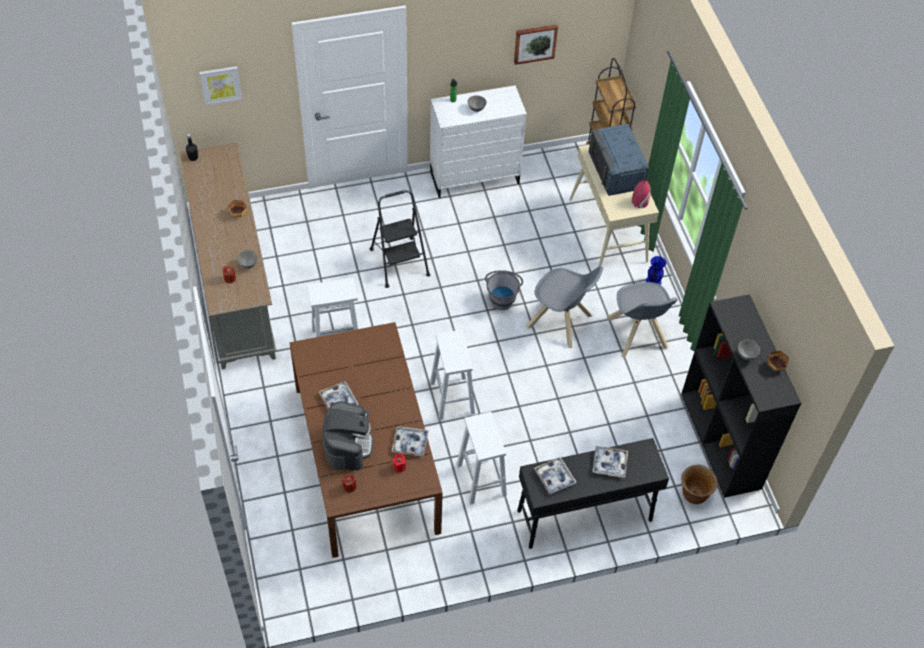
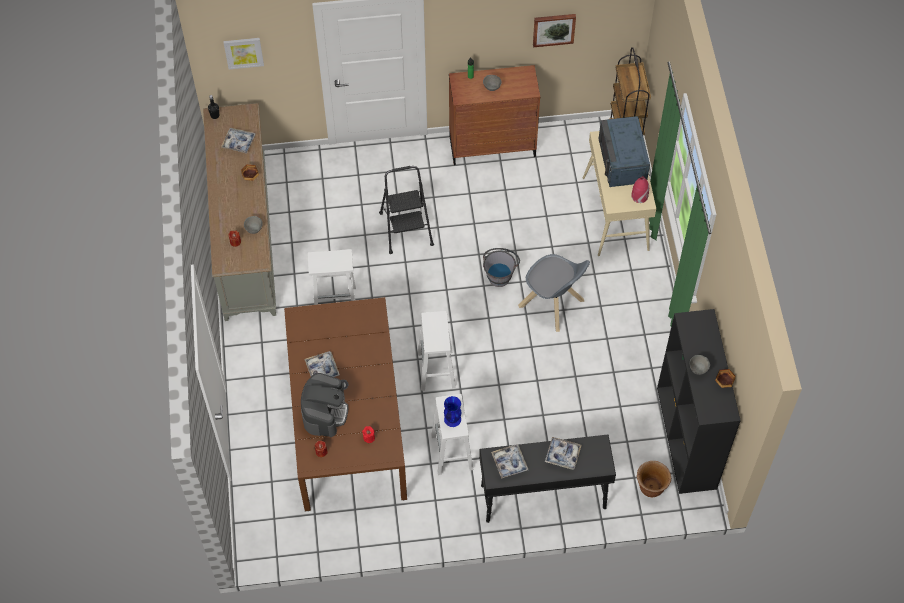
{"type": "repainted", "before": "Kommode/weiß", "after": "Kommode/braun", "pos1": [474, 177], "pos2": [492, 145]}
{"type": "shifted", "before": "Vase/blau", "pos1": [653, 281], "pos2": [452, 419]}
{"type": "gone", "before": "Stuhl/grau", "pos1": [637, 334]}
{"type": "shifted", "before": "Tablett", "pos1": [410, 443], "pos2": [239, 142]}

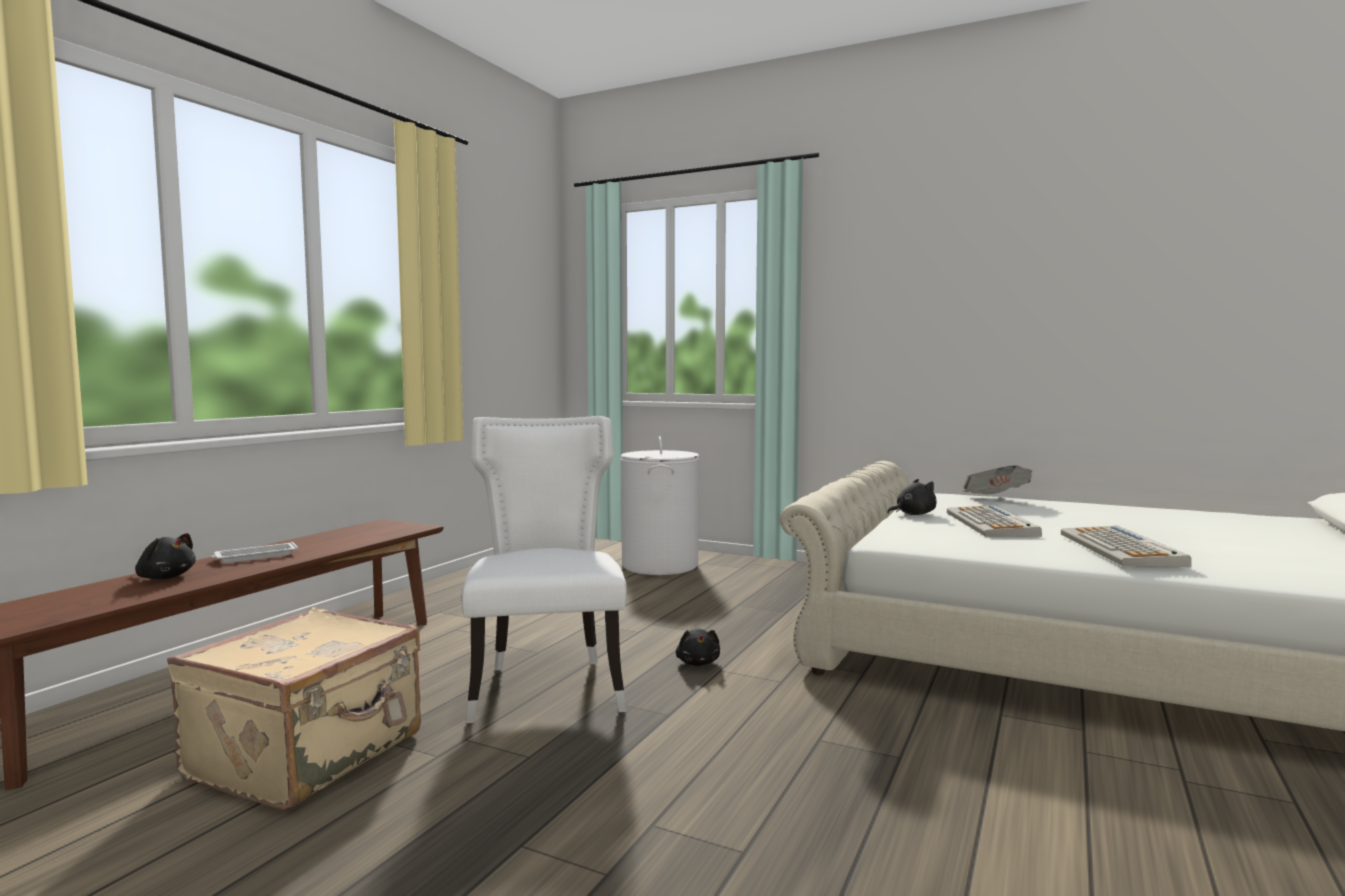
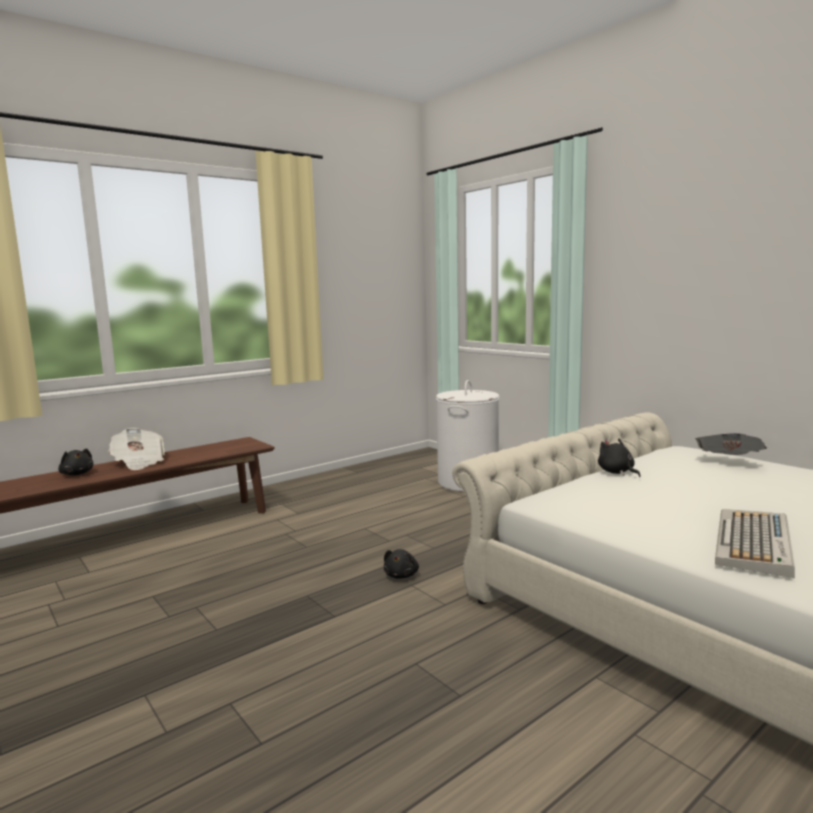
{"type": "gone", "before": "Stuhl/weiß", "pos1": [547, 687]}
{"type": "rotated", "before": "Plüschtier/schwarz", "pos1": [913, 514], "pos2": [617, 472], "turn": -120}
{"type": "gone", "before": "Tastatur", "pos1": [992, 524]}
{"type": "swapped", "before": "Tablett/weiß", "after": "Zeitung", "pos1": [255, 557], "pos2": [139, 463]}
{"type": "gone", "before": "Koffer/beige", "pos1": [310, 756]}

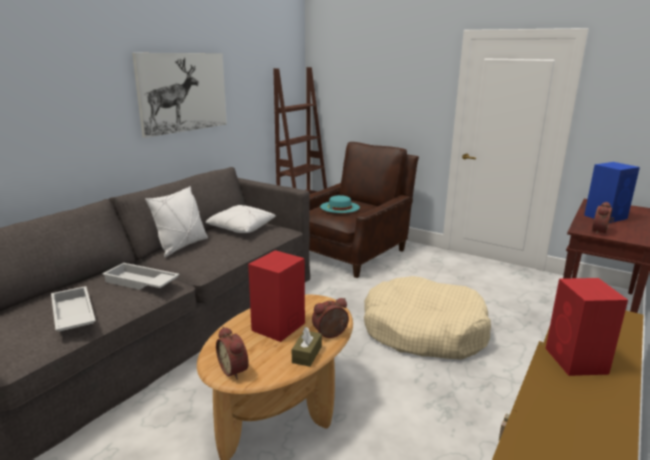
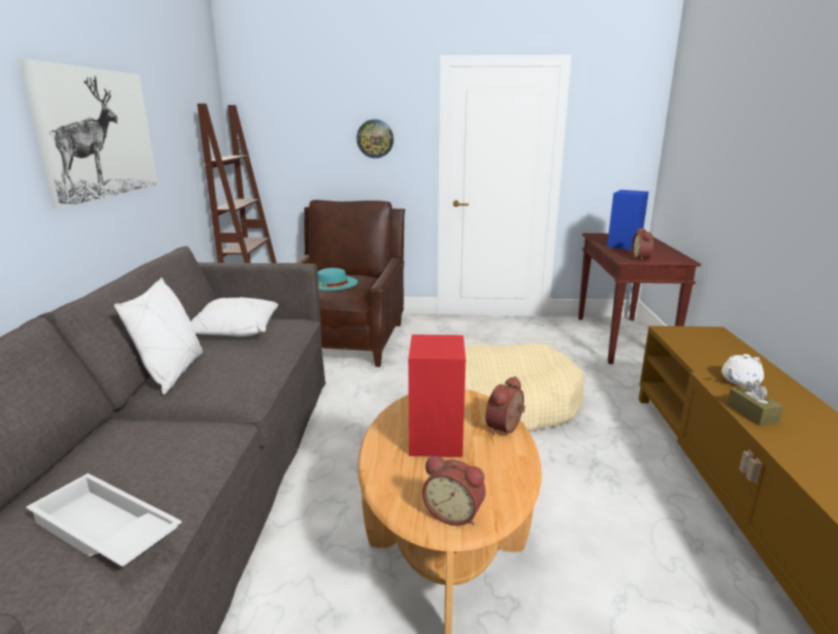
{"type": "gone", "before": "Tablett/weiß", "pos1": [140, 283]}
{"type": "swapped", "before": "Lautsprecher/rot", "after": "Teekanne/weiß", "pos1": [576, 361], "pos2": [739, 381]}
{"type": "shifted", "before": "Taschentuchbox/braun", "pos1": [307, 354], "pos2": [752, 413]}
{"type": "new", "after": "Wanduhr", "pos2": [375, 139]}

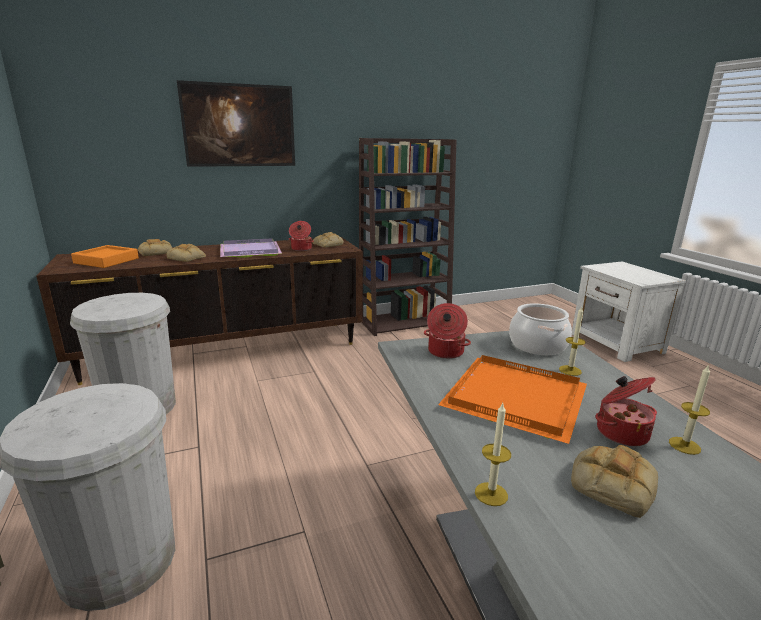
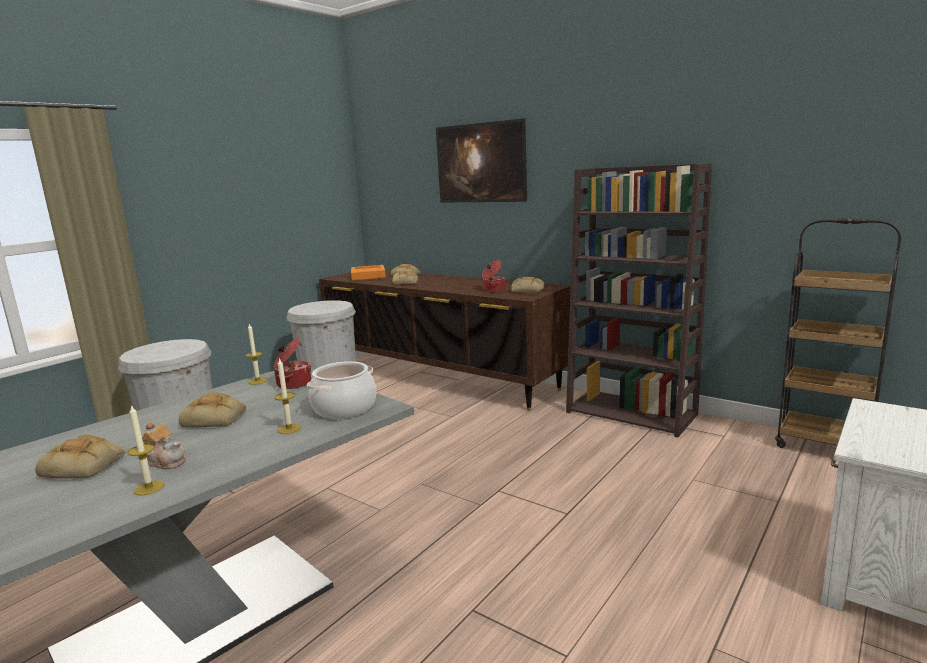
{"type": "gone", "before": "Tablett/lila", "pos1": [249, 251]}
{"type": "swapped", "before": "Tablett/orange", "after": "Brot", "pos1": [513, 397], "pos2": [216, 418]}
{"type": "swapped", "before": "Kochtopf", "after": "Teekanne", "pos1": [621, 432], "pos2": [166, 461]}
{"type": "shifted", "before": "Kerze", "pos1": [491, 494], "pos2": [258, 381]}
{"type": "new", "after": "Rollwagen/braun", "pos2": [824, 448]}

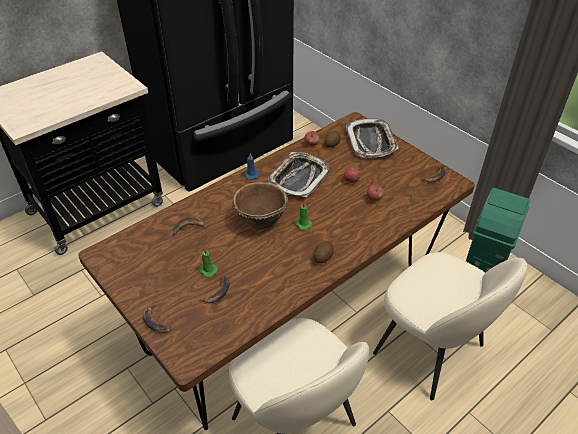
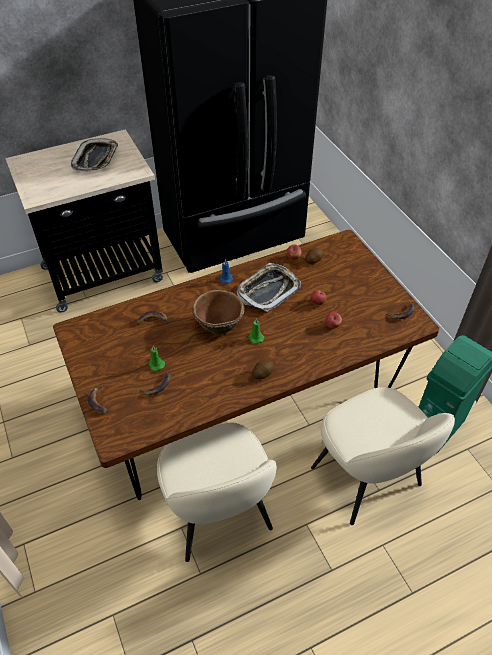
{"type": "shifted", "before": "Tablett", "pos1": [371, 142], "pos2": [96, 159]}

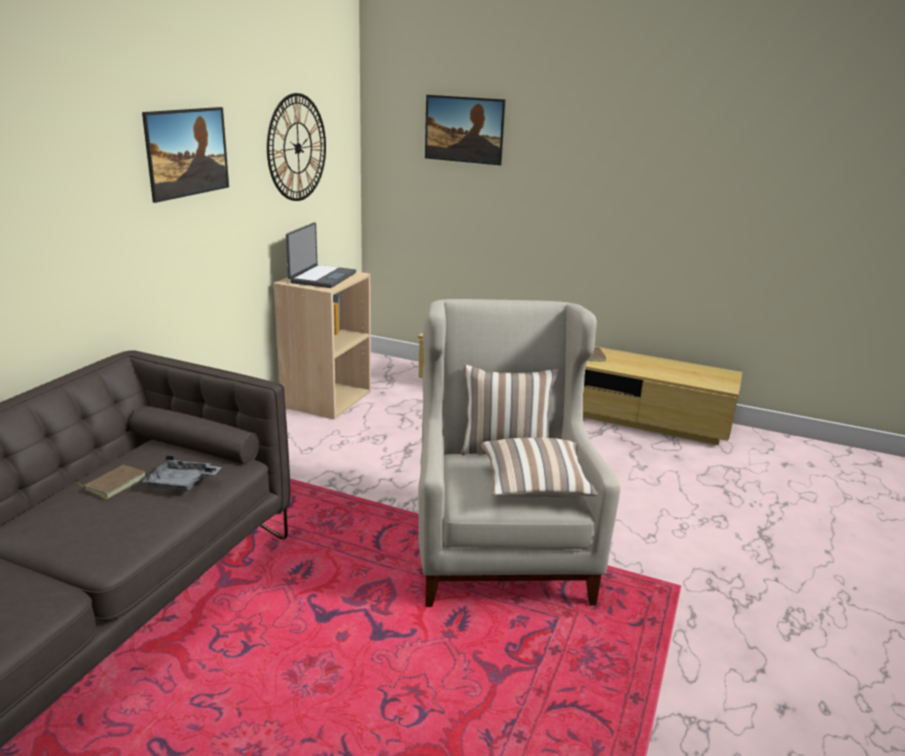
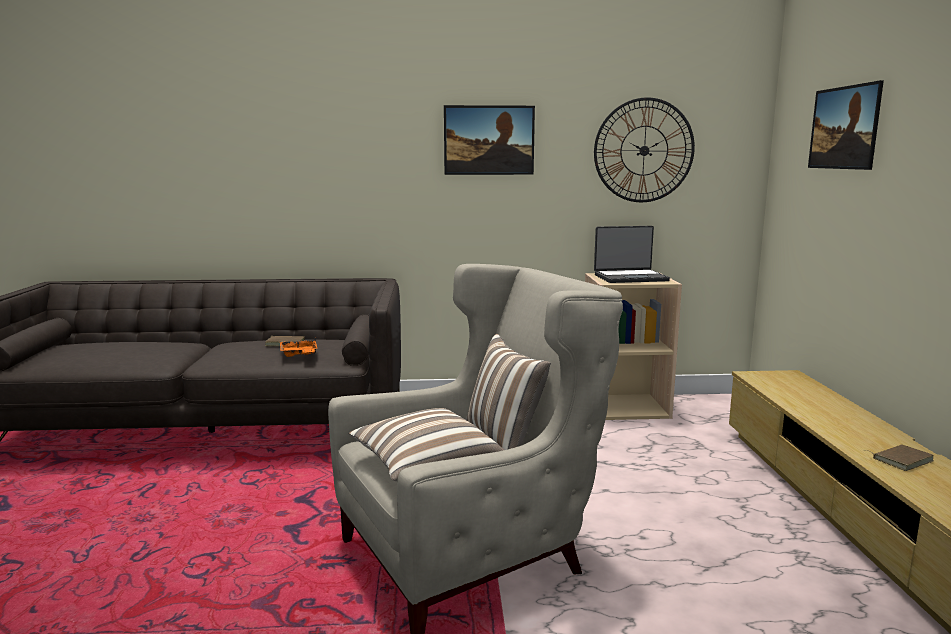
{"type": "repainted", "before": "Tablett/grau", "after": "Tablett/orange", "pos1": [181, 483], "pos2": [299, 354]}

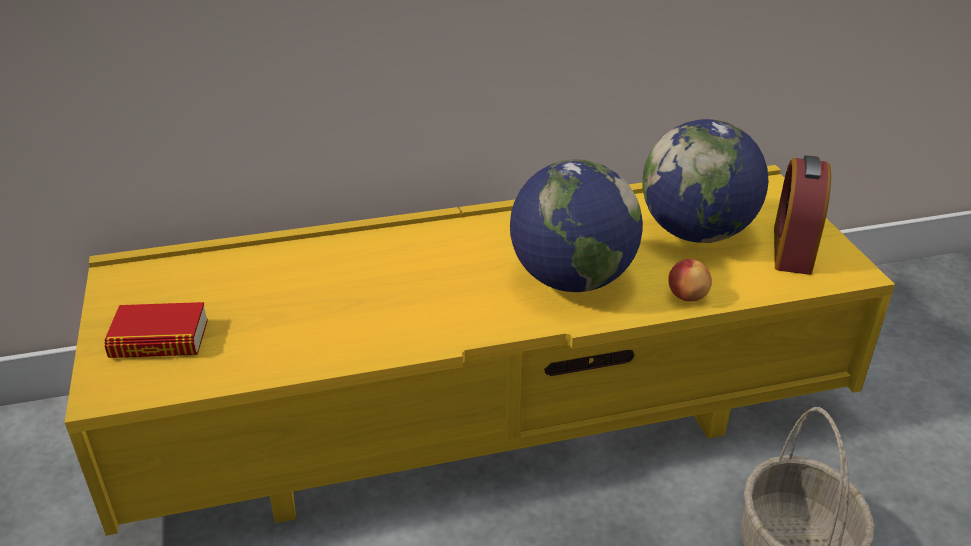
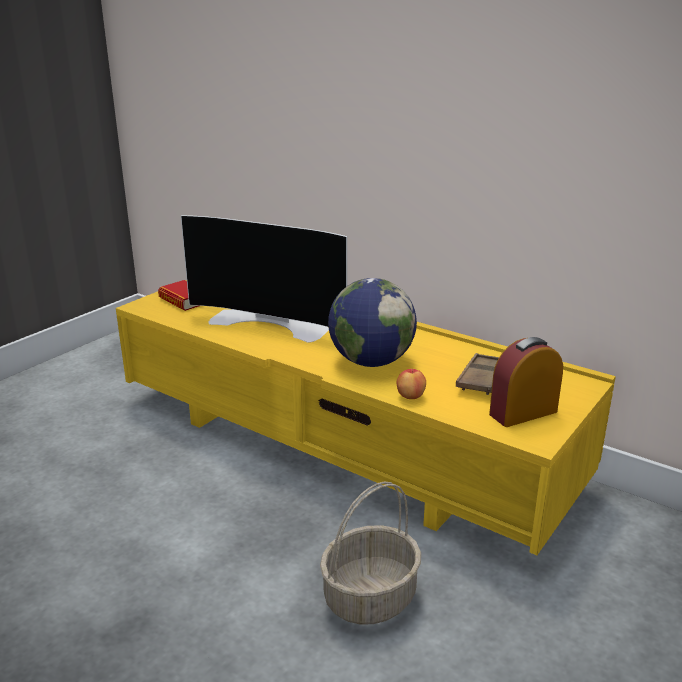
{"type": "swapped", "before": "Globus", "after": "Tablett/braun", "pos1": [696, 233], "pos2": [483, 379]}
{"type": "new", "after": "Fernseher", "pos2": [271, 322]}

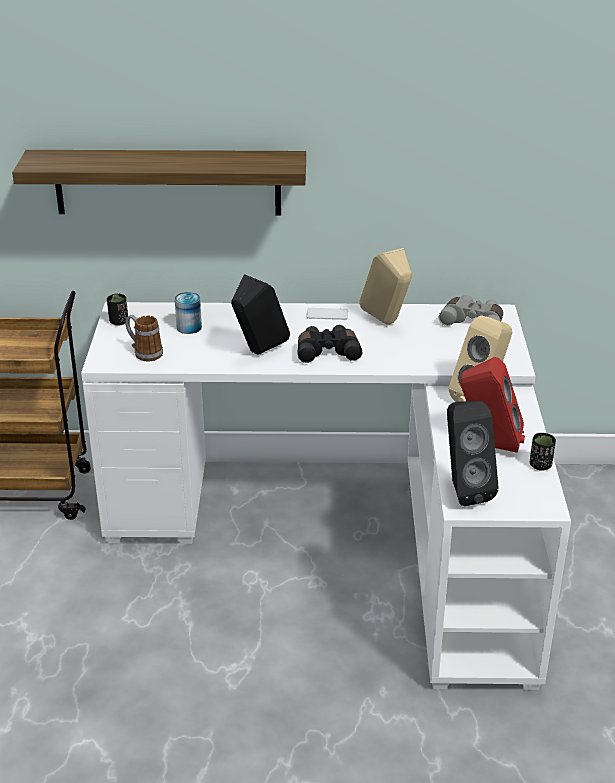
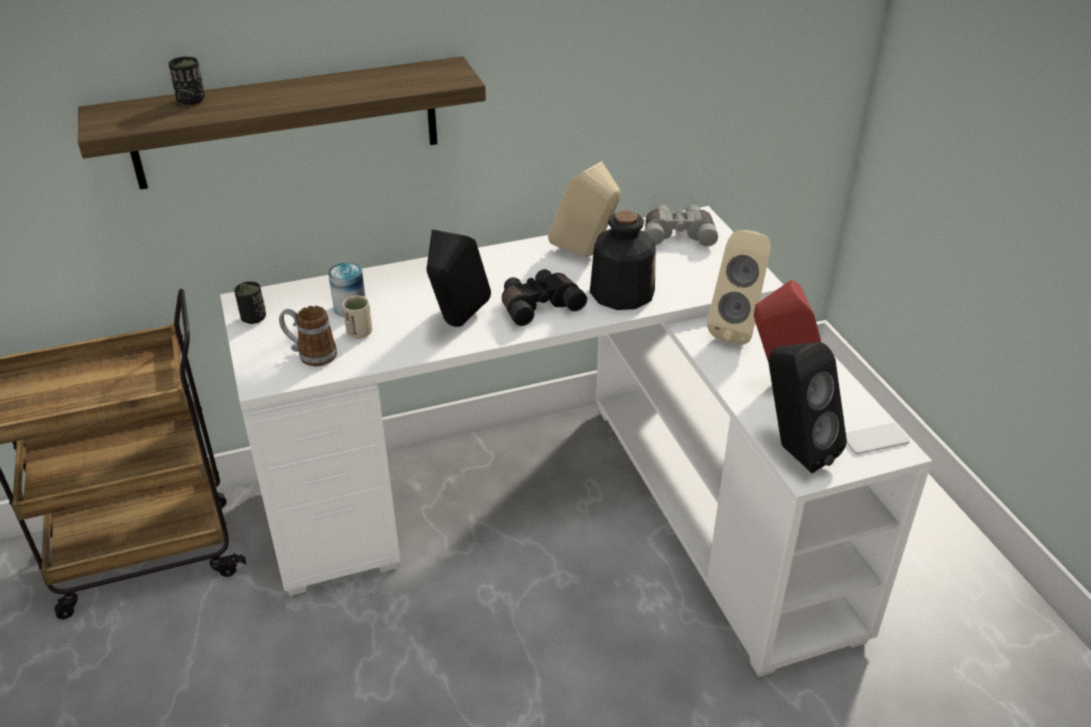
{"type": "shifted", "before": "Handy", "pos1": [327, 314], "pos2": [875, 439]}
{"type": "shifted", "before": "Tasse/schwarz", "pos1": [540, 465], "pos2": [191, 100]}
{"type": "new", "after": "Flasche", "pos2": [621, 293]}
{"type": "new", "after": "Tasse/beige", "pos2": [359, 333]}

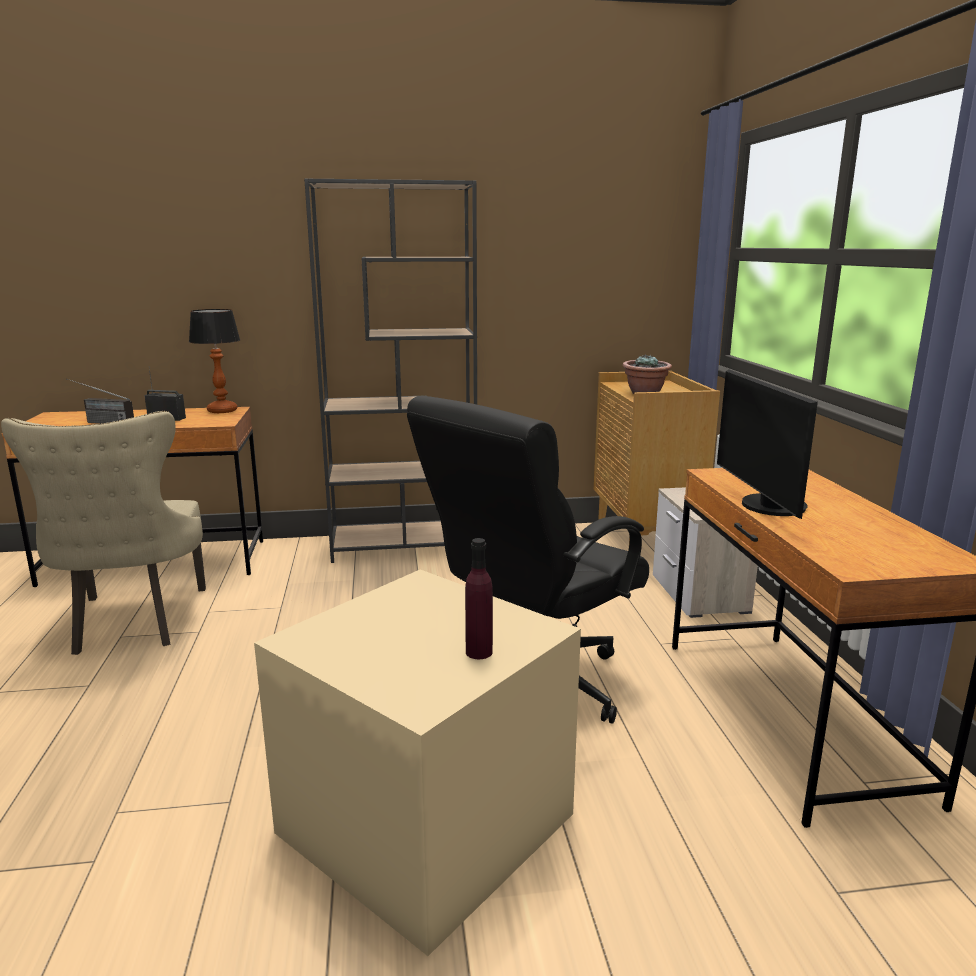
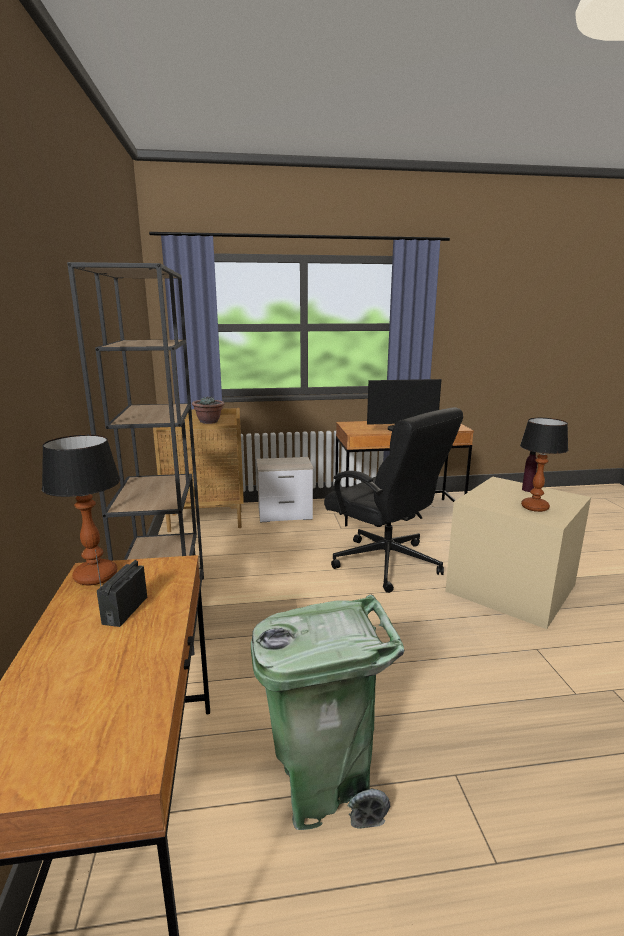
{"type": "gone", "before": "Radio", "pos1": [99, 422]}
{"type": "swapped", "before": "Stuhl/beige", "after": "Mülleimer/grün", "pos1": [134, 622], "pos2": [324, 786]}
{"type": "new", "after": "Tischlampe", "pos2": [535, 507]}

